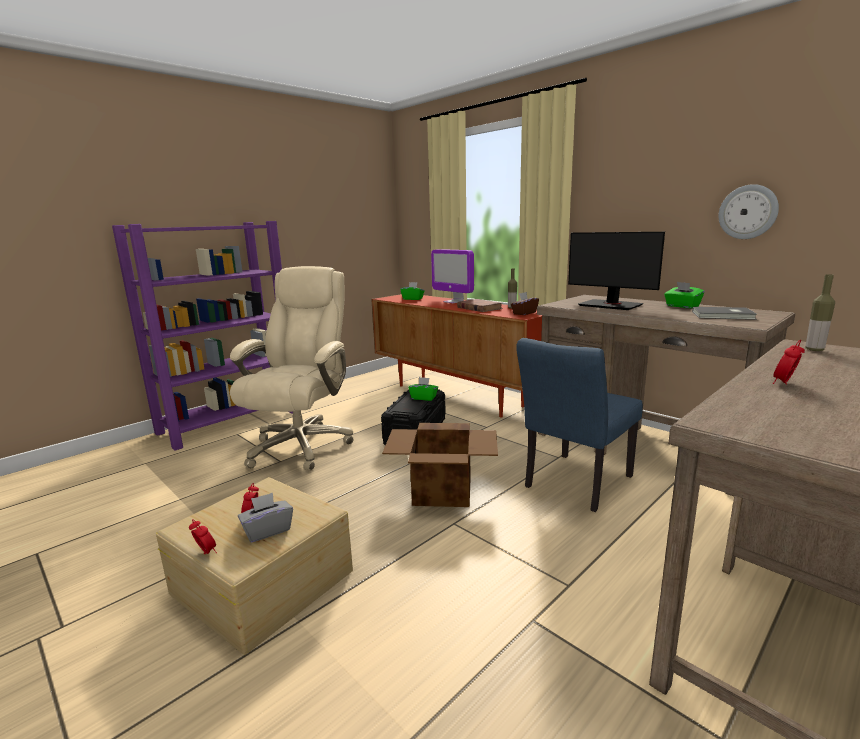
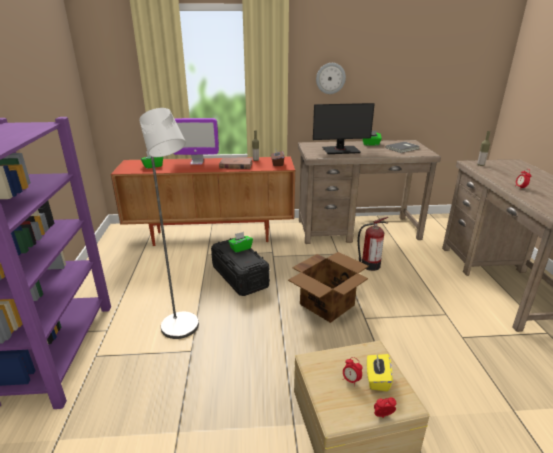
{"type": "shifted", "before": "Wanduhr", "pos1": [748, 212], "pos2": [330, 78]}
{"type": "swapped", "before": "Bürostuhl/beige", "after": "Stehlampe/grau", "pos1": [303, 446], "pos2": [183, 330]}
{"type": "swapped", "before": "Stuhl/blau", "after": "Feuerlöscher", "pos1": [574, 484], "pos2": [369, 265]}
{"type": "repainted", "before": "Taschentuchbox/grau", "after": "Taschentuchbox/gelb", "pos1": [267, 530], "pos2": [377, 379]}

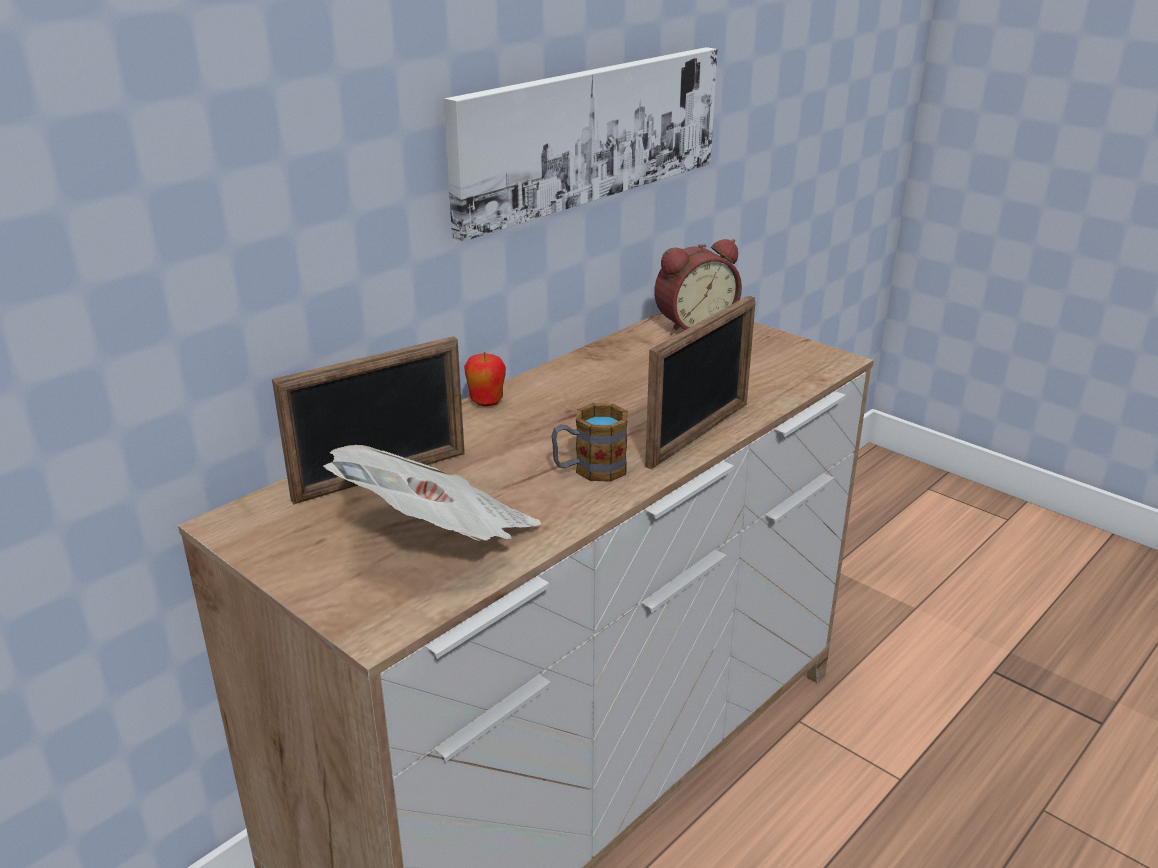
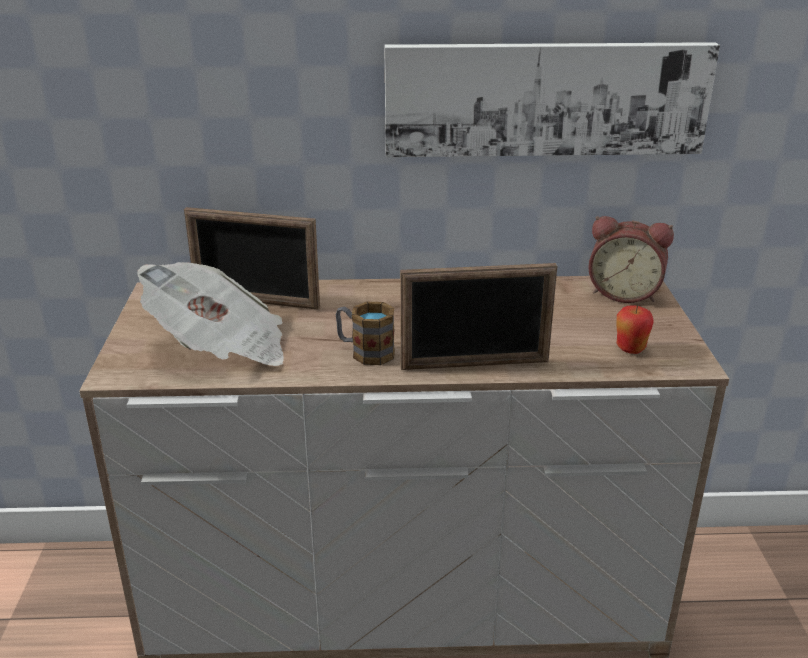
{"type": "shifted", "before": "Apfel", "pos1": [486, 402], "pos2": [630, 349]}

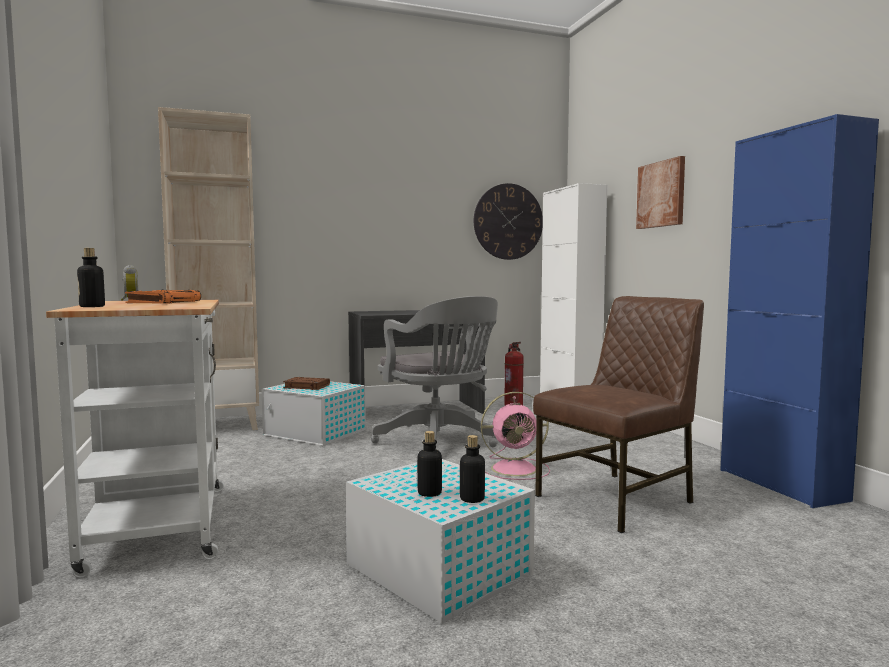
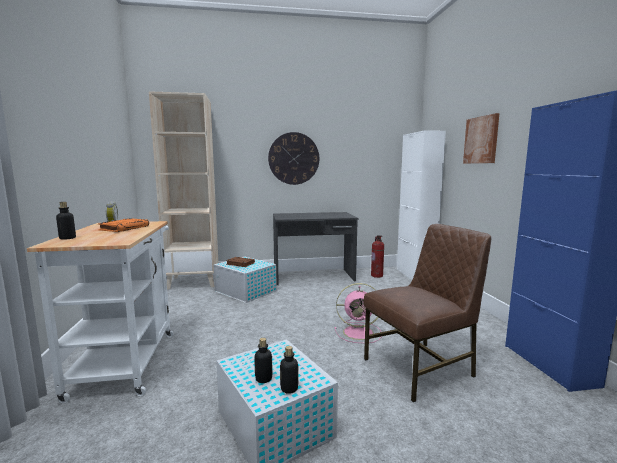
{"type": "shifted", "before": "Wanduhr", "pos1": [508, 221], "pos2": [293, 158]}
{"type": "gone", "before": "Bürostuhl/grau", "pos1": [439, 441]}

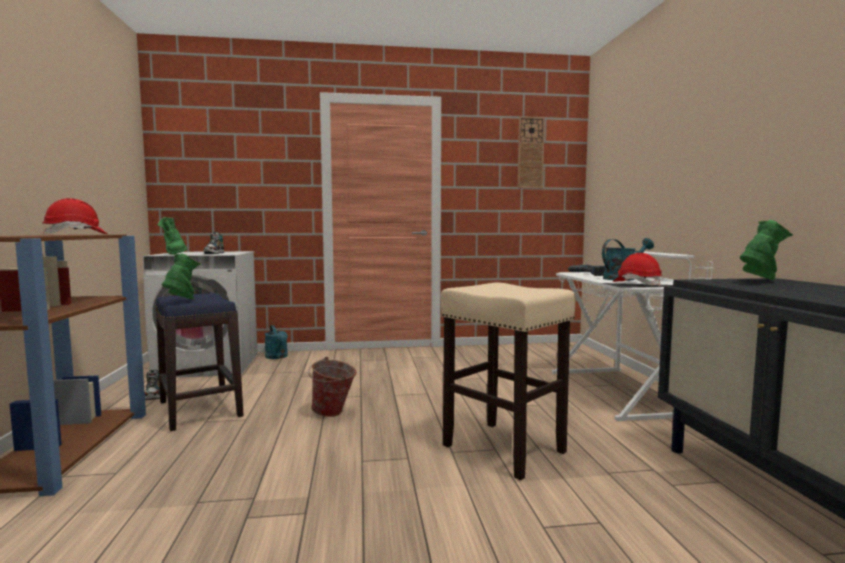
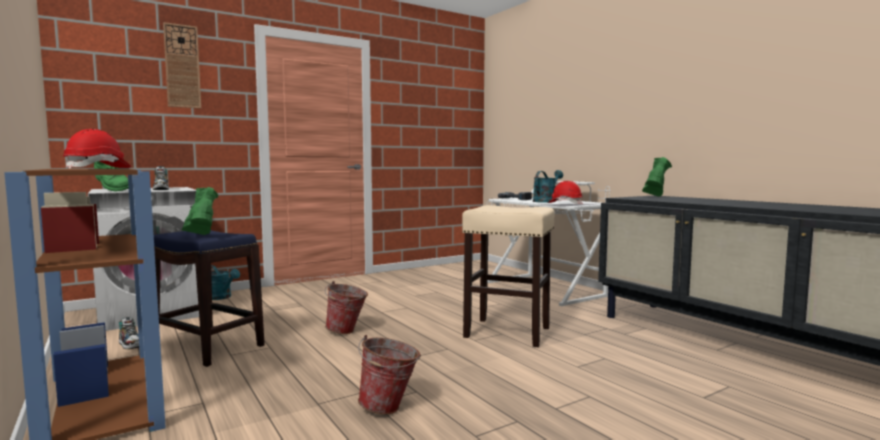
{"type": "shifted", "before": "Wanduhr", "pos1": [530, 153], "pos2": [182, 66]}
{"type": "new", "after": "Eimer", "pos2": [390, 408]}

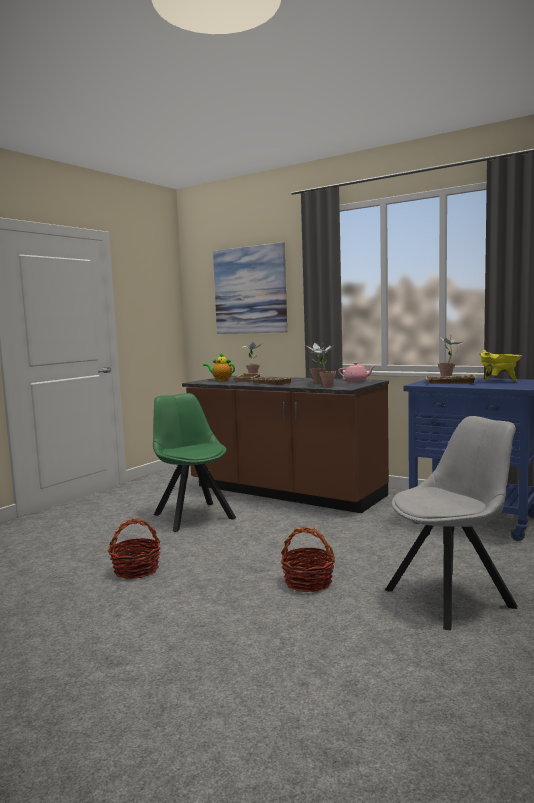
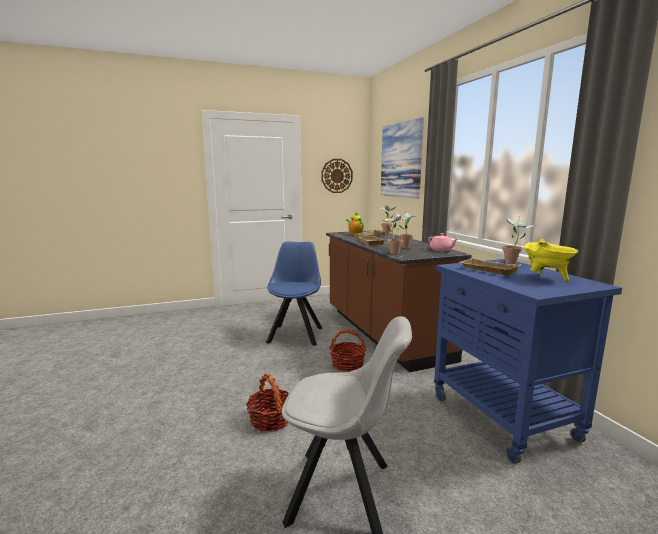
{"type": "repainted", "before": "Stuhl/grün", "after": "Stuhl/blau", "pos1": [193, 516], "pos2": [295, 334]}
{"type": "shifted", "before": "Korb", "pos1": [136, 570], "pos2": [347, 365]}
{"type": "new", "after": "Wanduhr", "pos2": [336, 176]}

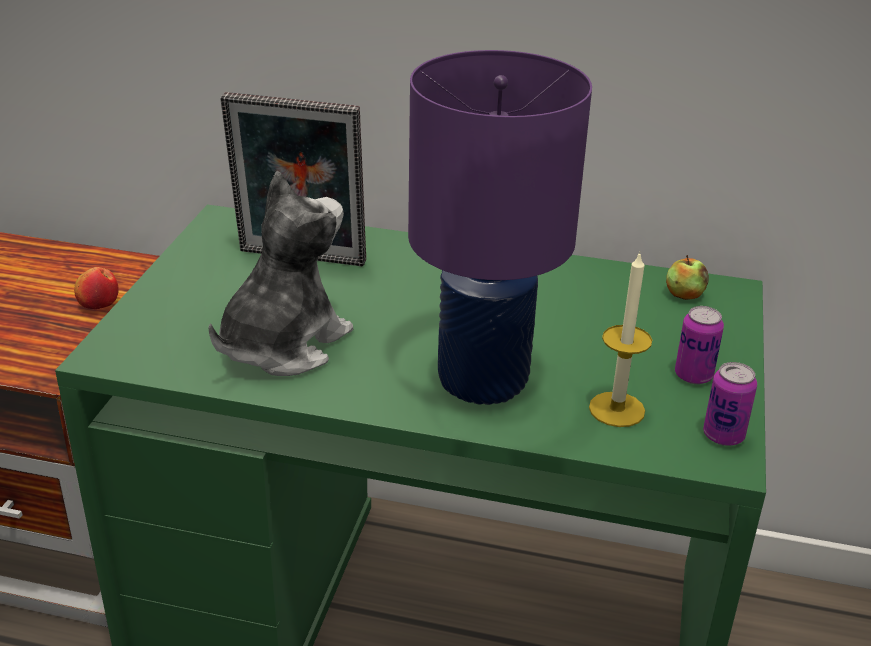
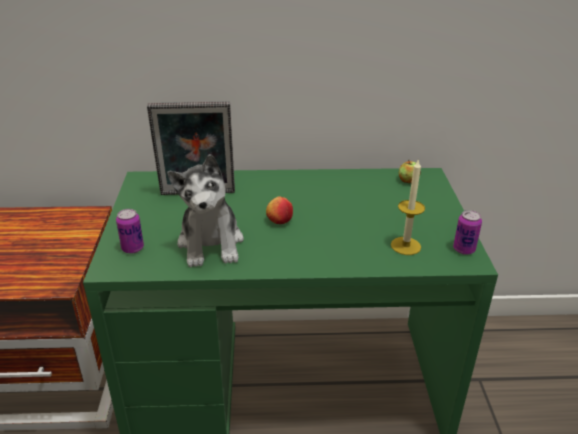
{"type": "gone", "before": "Tischlampe/lila", "pos1": [482, 385]}
{"type": "rotated", "before": "Plüschtier", "pos1": [282, 344], "pos2": [211, 243], "turn": 150}
{"type": "shifted", "before": "Apfel", "pos1": [98, 304], "pos2": [279, 220]}
{"type": "shifted", "before": "Dose", "pos1": [693, 375], "pos2": [132, 248]}

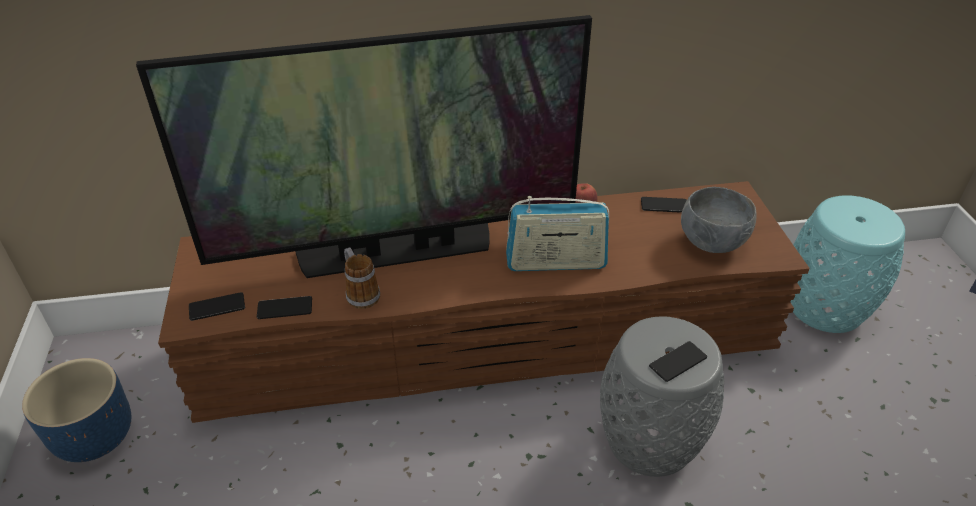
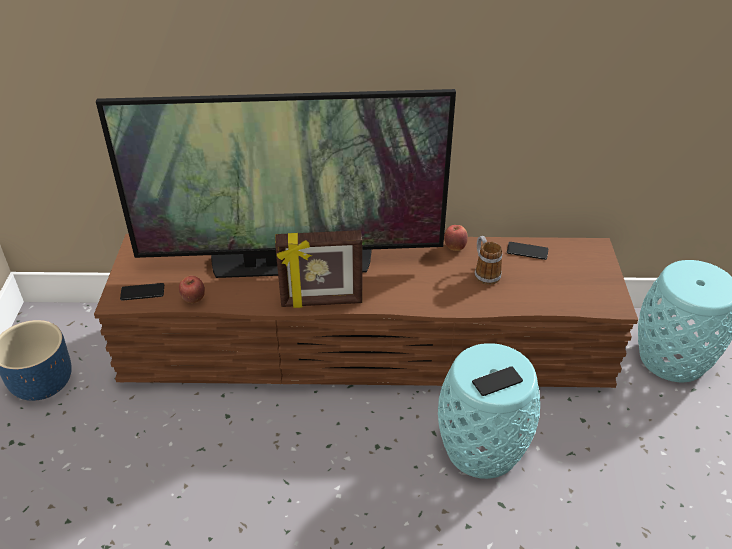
{"type": "gone", "before": "Schüssel/grau", "pos1": [711, 243]}
{"type": "gone", "before": "Radio", "pos1": [556, 262]}
{"type": "shifted", "before": "Henkelbecher", "pos1": [360, 293], "pos2": [484, 273]}
{"type": "swapped", "before": "Handy", "after": "Apfel", "pos1": [285, 308], "pos2": [193, 299]}
{"type": "repainted", "before": "Hocker/grau", "after": "Hocker/türkis", "pos1": [650, 440], "pos2": [482, 448]}
{"type": "new", "after": "Bilderrahmen", "pos2": [321, 302]}

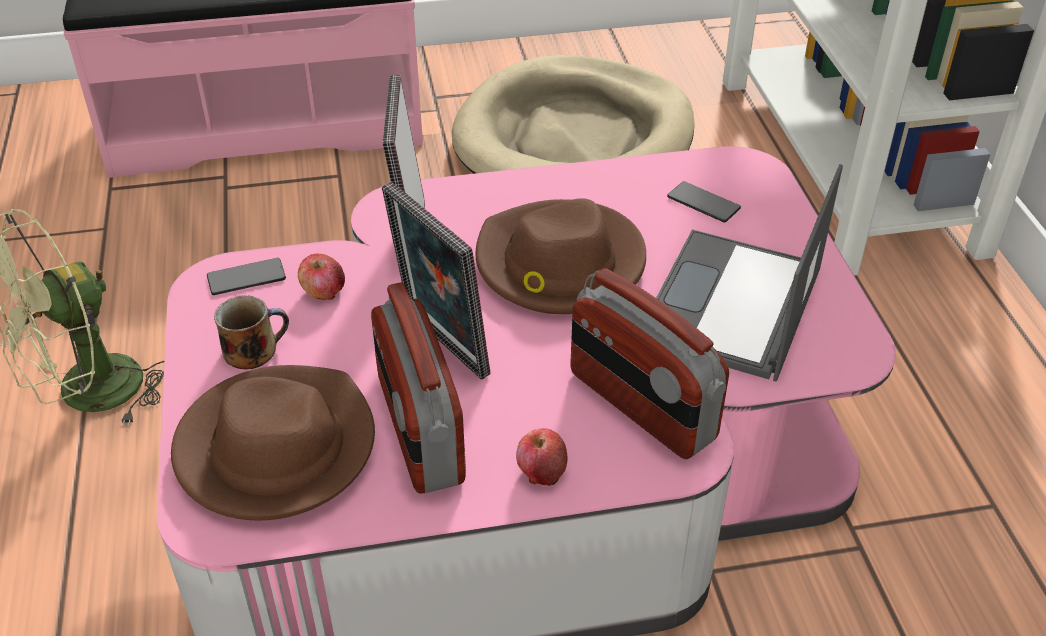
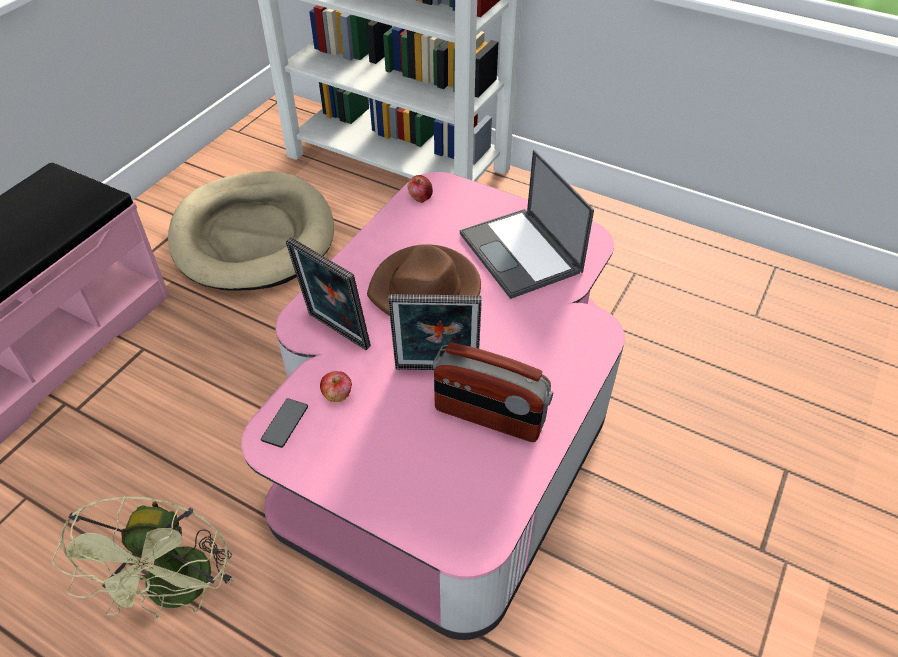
{"type": "gone", "before": "Handy", "pos1": [703, 203]}
{"type": "gone", "before": "Radio", "pos1": [640, 406]}
{"type": "gone", "before": "Henkelbecher", "pos1": [253, 349]}
{"type": "gone", "before": "Hut/braun", "pos1": [276, 448]}
{"type": "shifted", "before": "Apfel", "pos1": [541, 471], "pos2": [420, 197]}

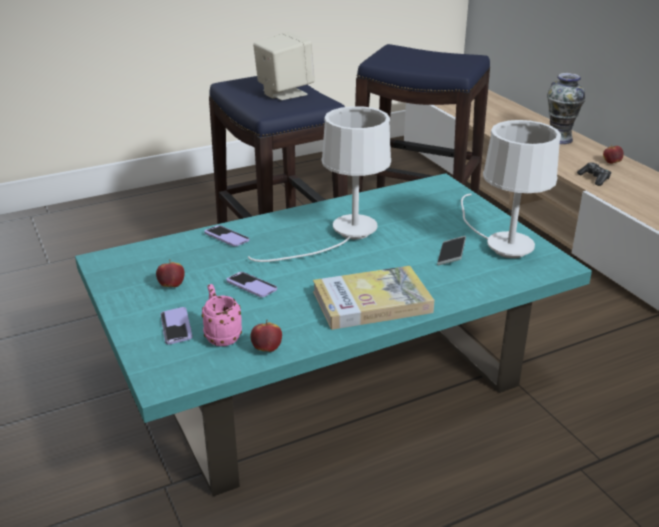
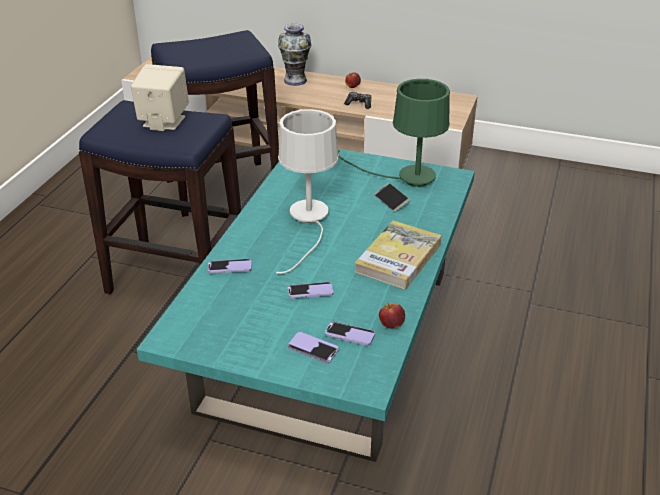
{"type": "repainted", "before": "Tischlampe/weiß", "after": "Tischlampe/grün", "pos1": [501, 243], "pos2": [406, 178]}
{"type": "gone", "before": "Apfel", "pos1": [171, 285]}
{"type": "swapped", "before": "Henkelbecher/rosa", "after": "Handy", "pos1": [221, 335], "pos2": [350, 335]}

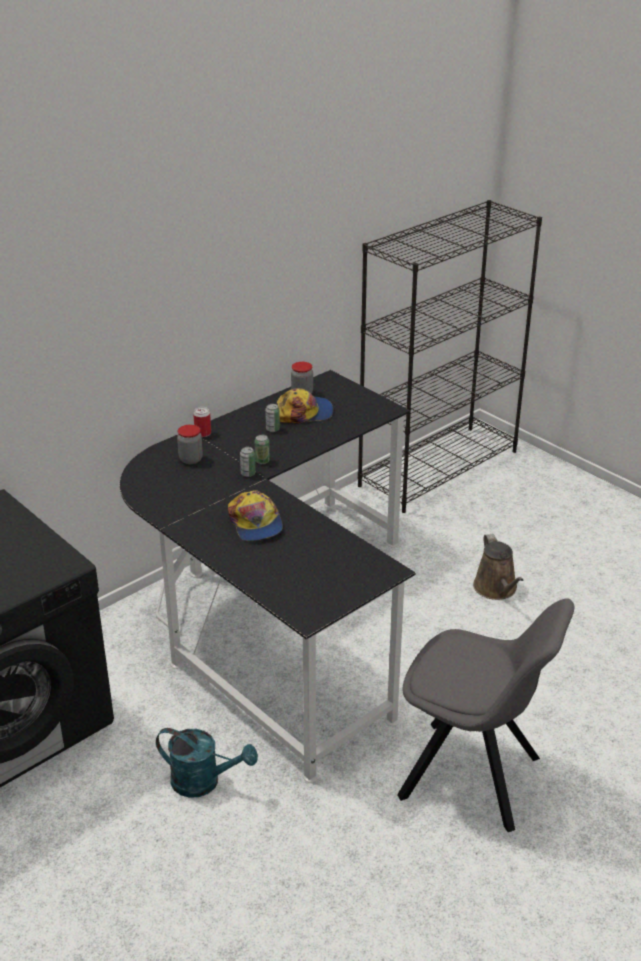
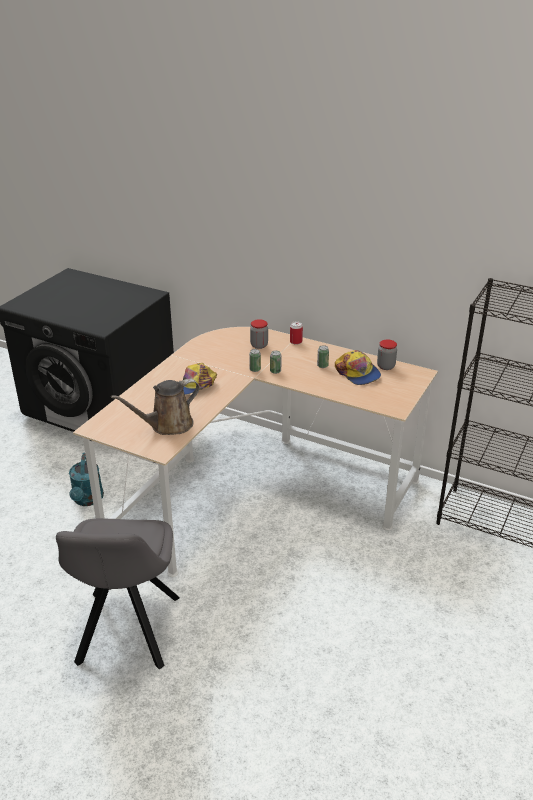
{"type": "repainted", "before": "Schreibtisch/schwarz", "after": "Schreibtisch/beige", "pos1": [274, 619], "pos2": [256, 488]}
{"type": "shifted", "before": "Gießkanne/braun", "pos1": [497, 589], "pos2": [167, 425]}

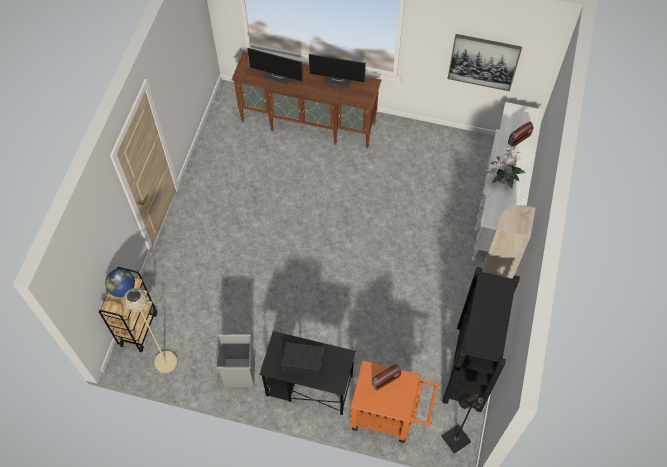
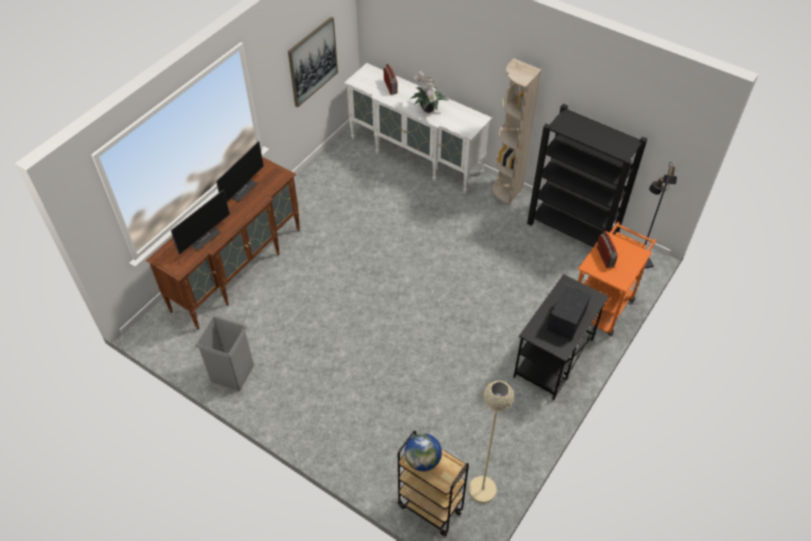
{"type": "shifted", "before": "Mülleimer/grau", "pos1": [239, 373], "pos2": [232, 373]}

